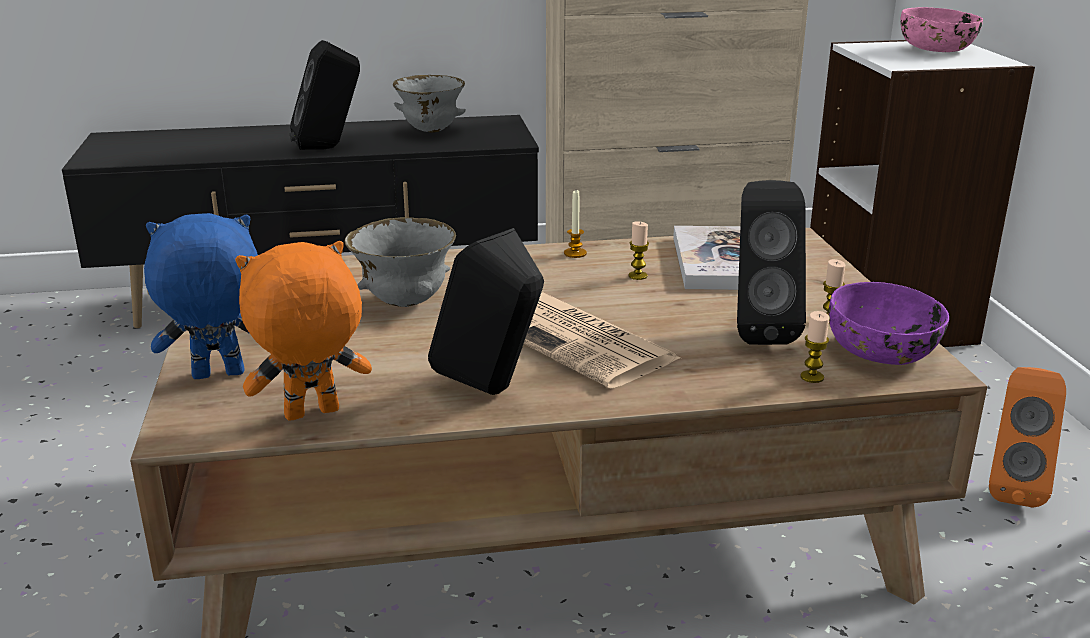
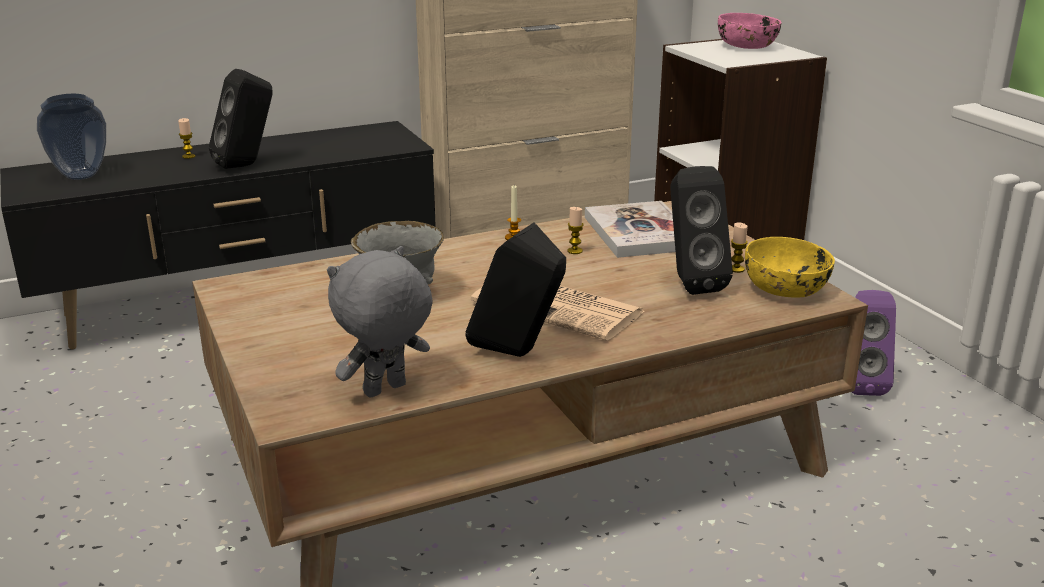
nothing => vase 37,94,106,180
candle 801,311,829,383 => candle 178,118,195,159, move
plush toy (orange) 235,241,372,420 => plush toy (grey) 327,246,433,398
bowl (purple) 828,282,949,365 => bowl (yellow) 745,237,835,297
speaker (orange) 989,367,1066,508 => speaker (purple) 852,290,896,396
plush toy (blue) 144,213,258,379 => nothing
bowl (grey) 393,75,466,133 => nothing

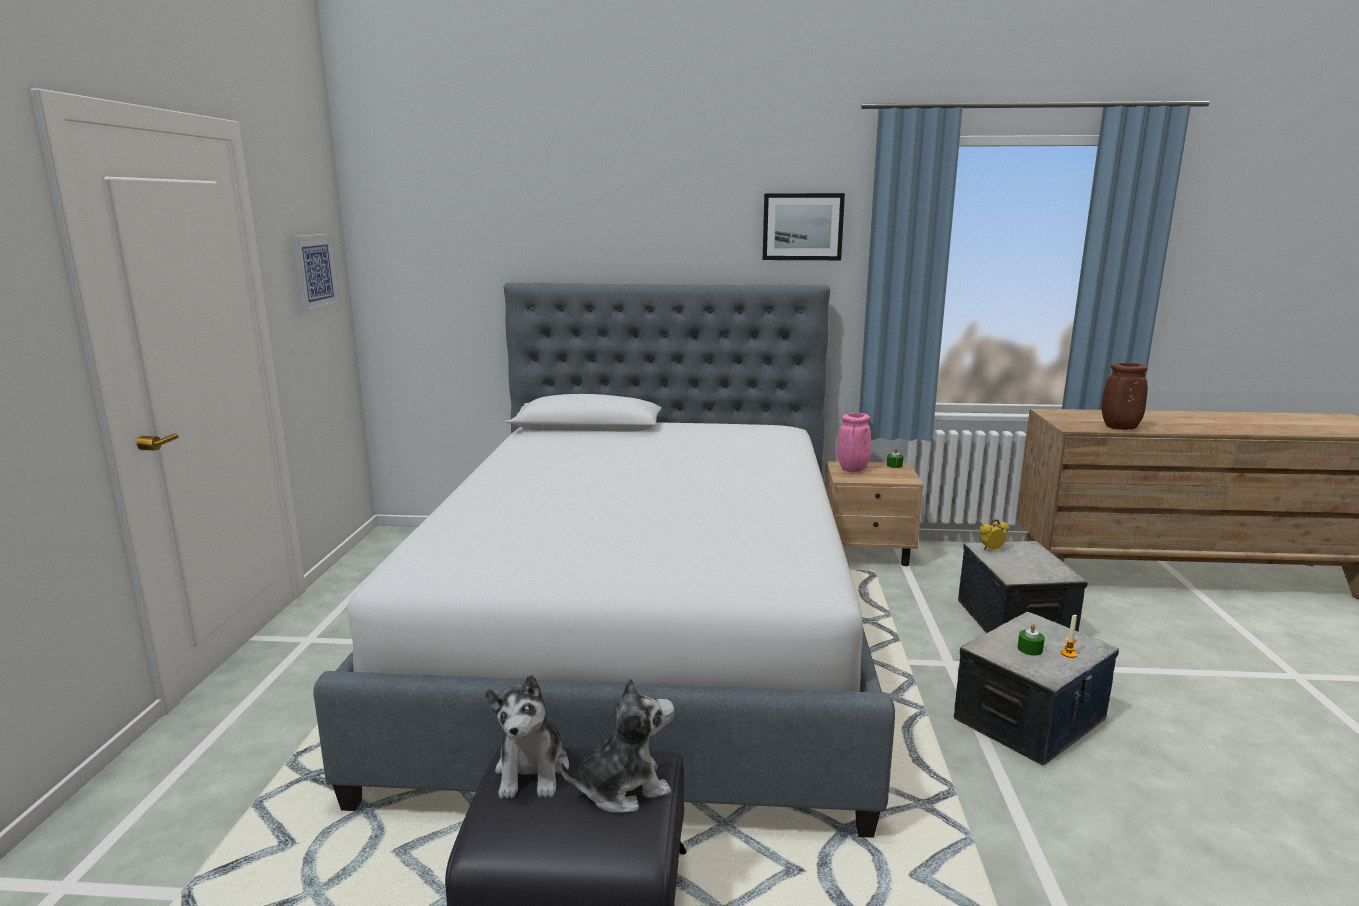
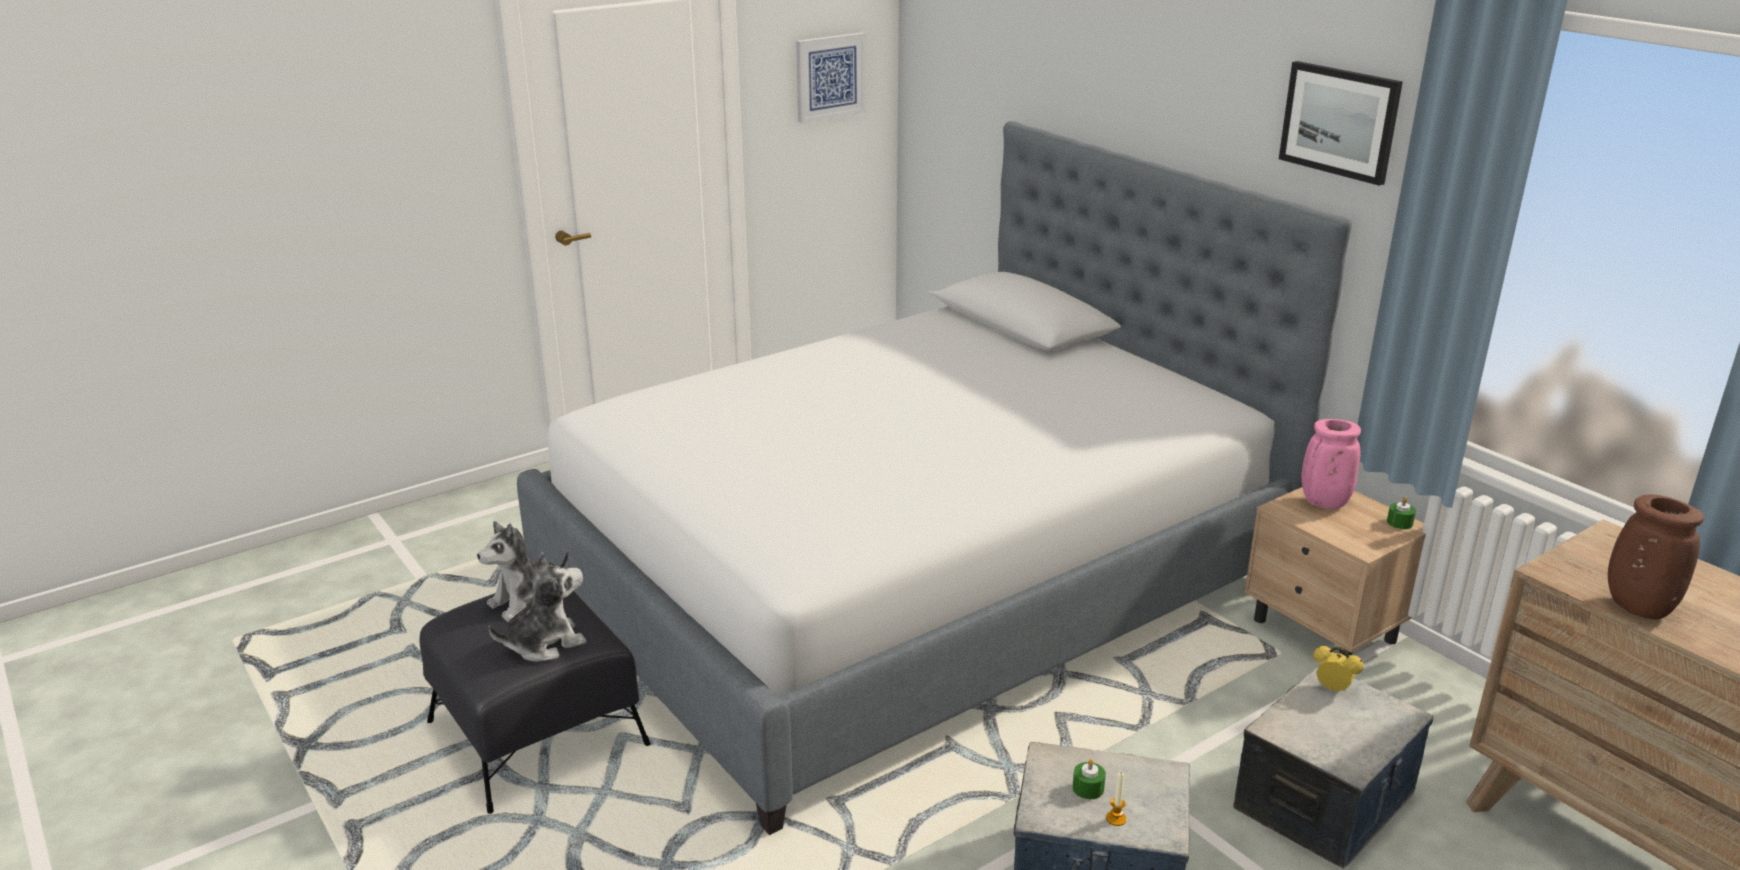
plush toy 560,677,674,813 => plush toy 488,552,587,662, 60 degrees counterclockwise

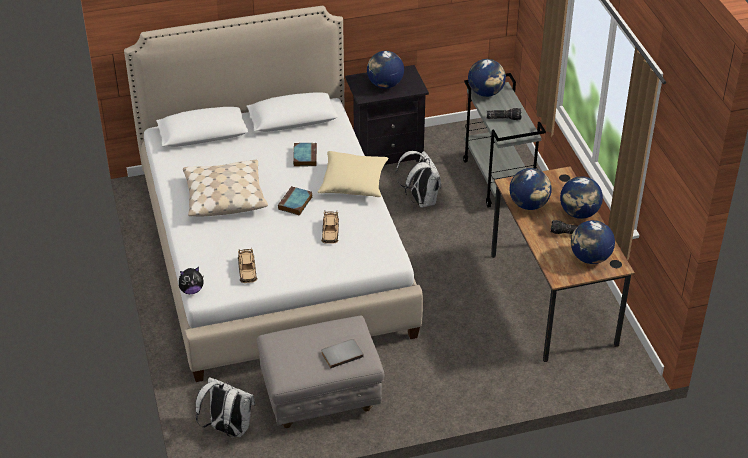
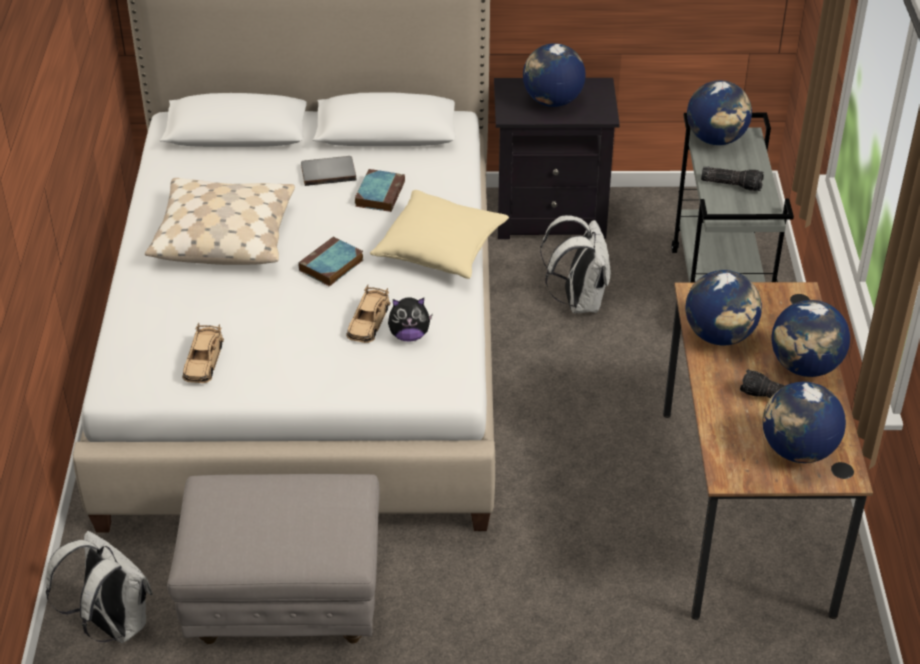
book (grey) 321,339,364,368 => book (grey) 301,156,356,186, move
plush toy 179,267,204,294 => plush toy 388,297,433,342, move

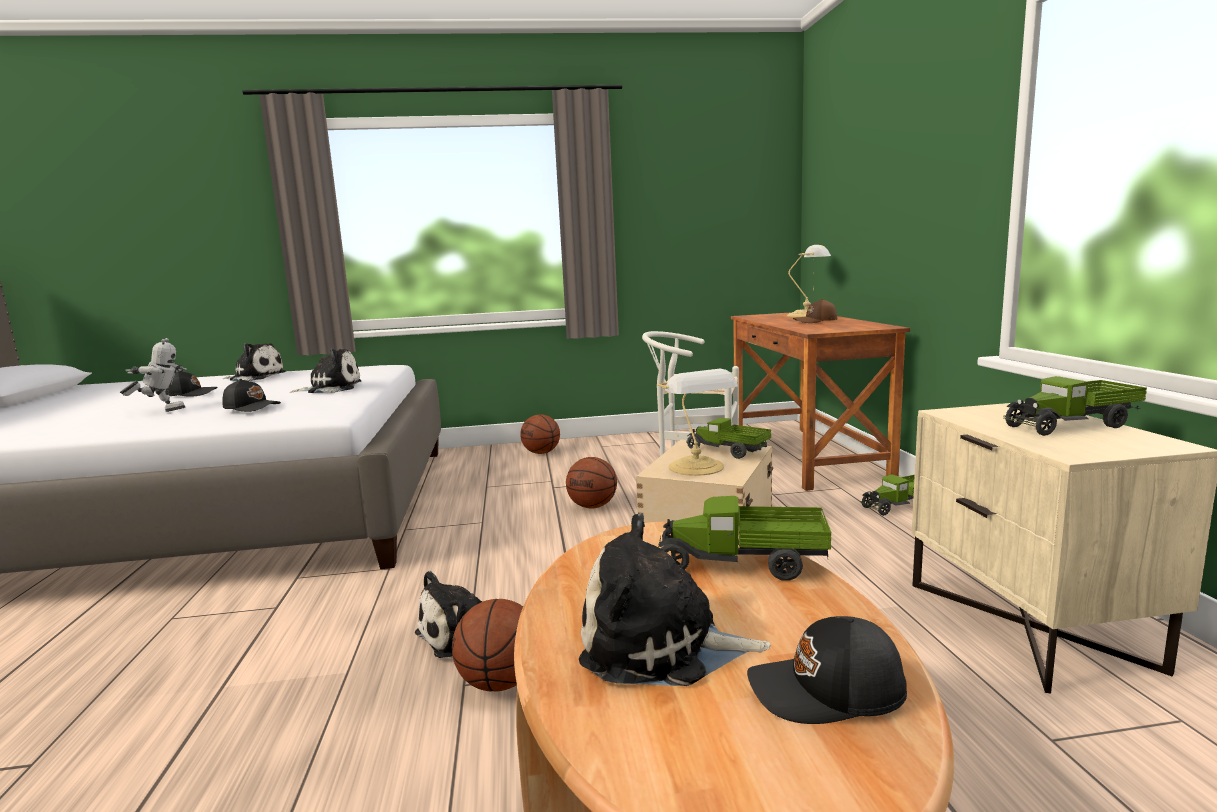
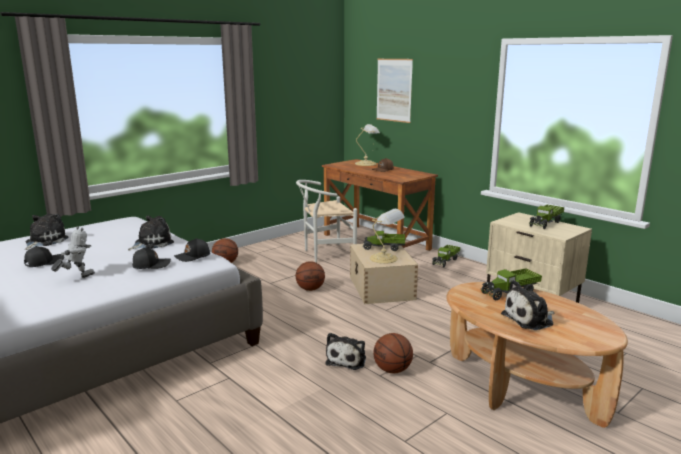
plush toy 223,343,286,381 => plush toy 25,214,69,250, 45 degrees counterclockwise
cap (black) 747,616,907,724 => cap (black) 174,238,210,262, move
nothing => picture 376,59,413,123

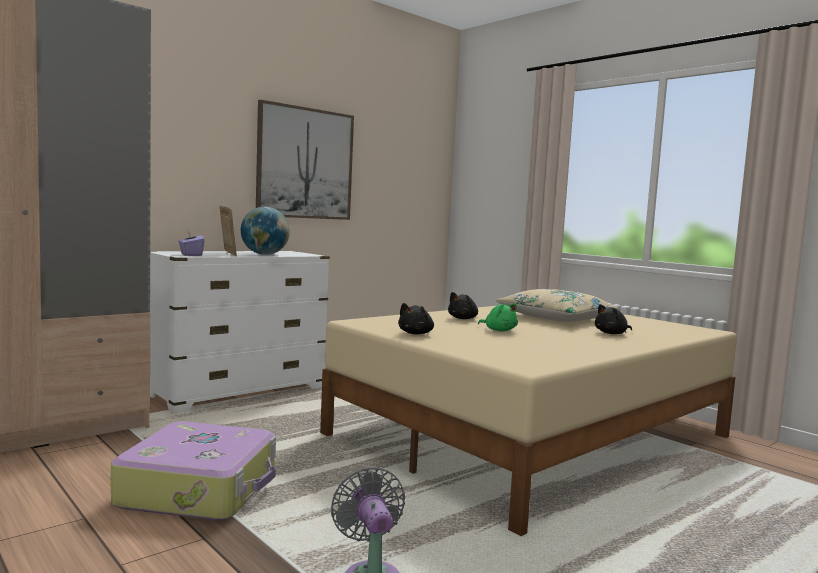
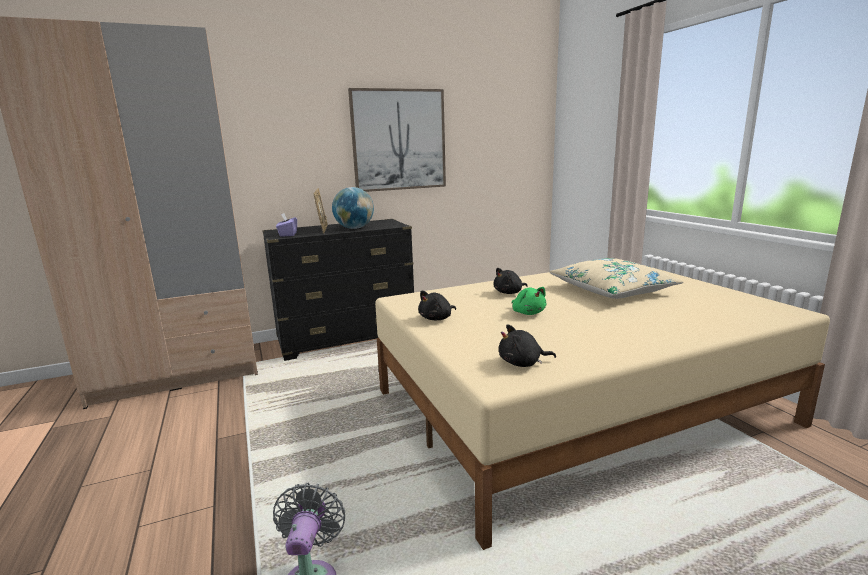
dresser (white) 150,251,330,413 => dresser (black) 262,219,414,361
plush toy (black) 595,304,632,334 => plush toy (black) 499,324,556,367, move
suitcase 111,421,276,521 => nothing

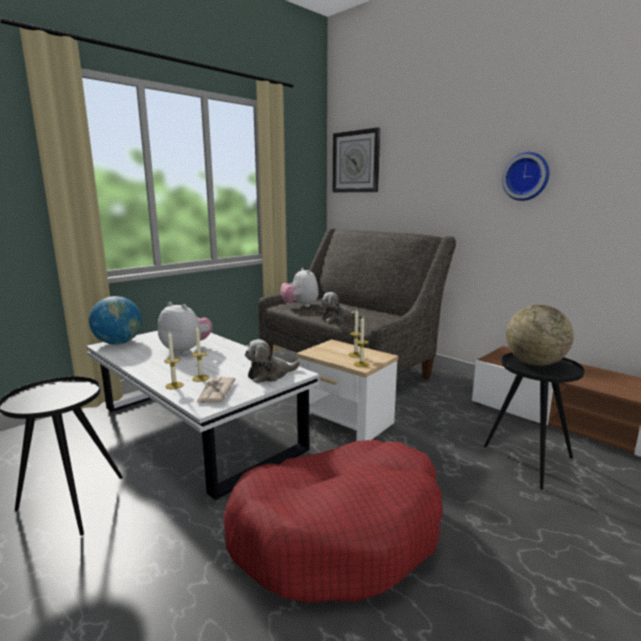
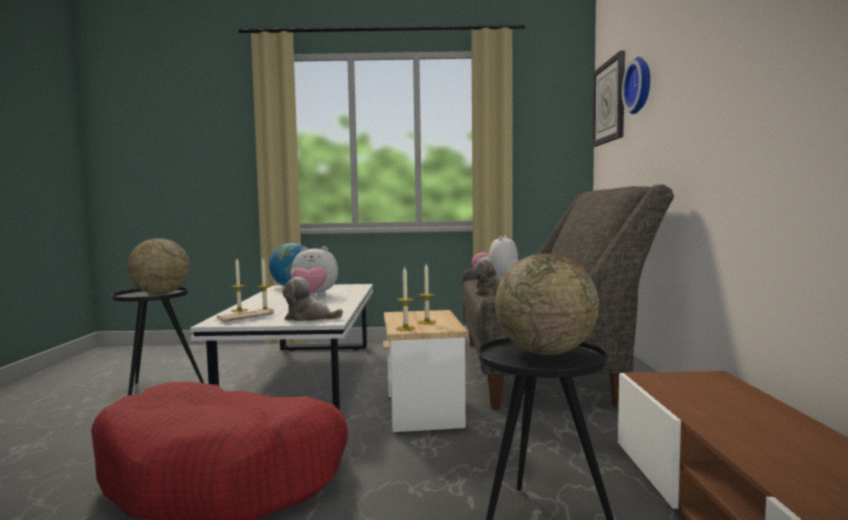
nothing => globe 127,238,190,295
plush toy 158,302,212,355 => plush toy 291,246,338,296, 105 degrees clockwise
wall clock 502,152,549,201 => wall clock 622,57,650,114, move

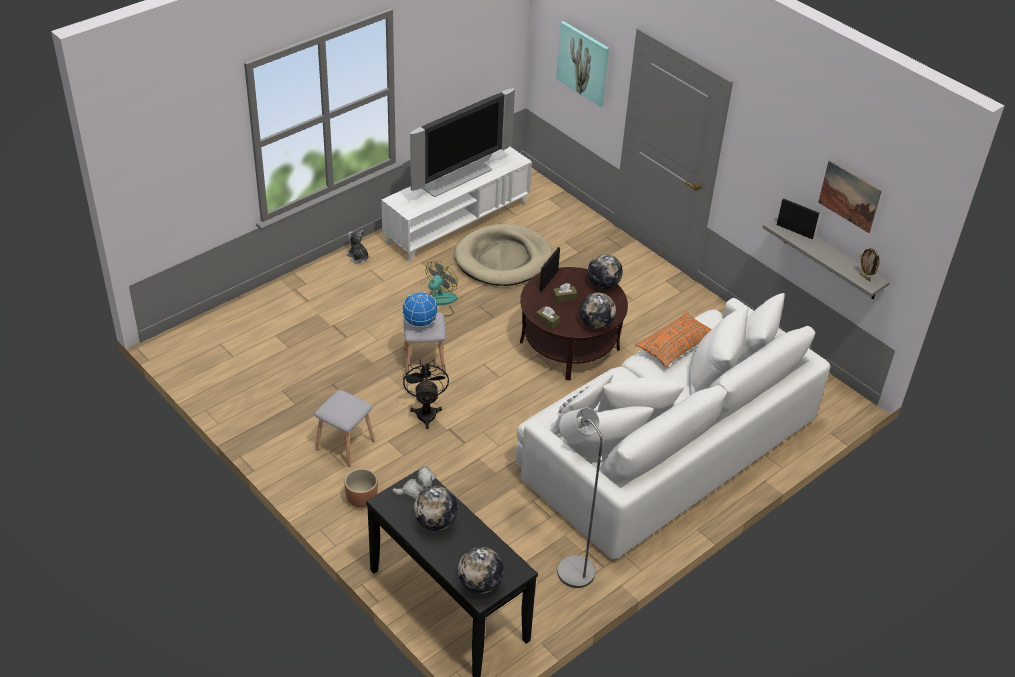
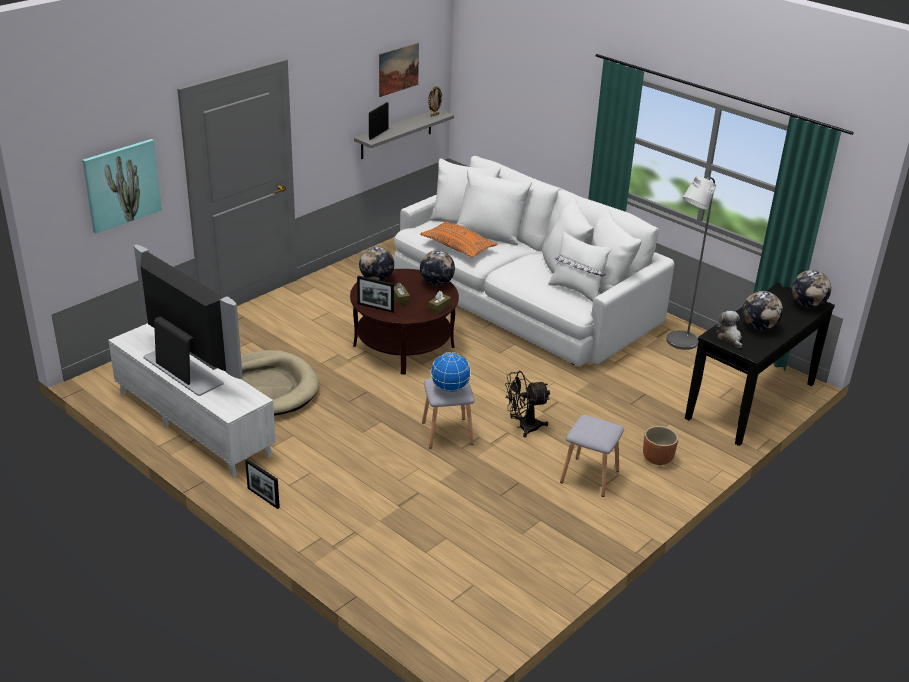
plush toy 346,230,369,263 => picture frame 245,459,280,509
fan 426,261,458,316 => nothing

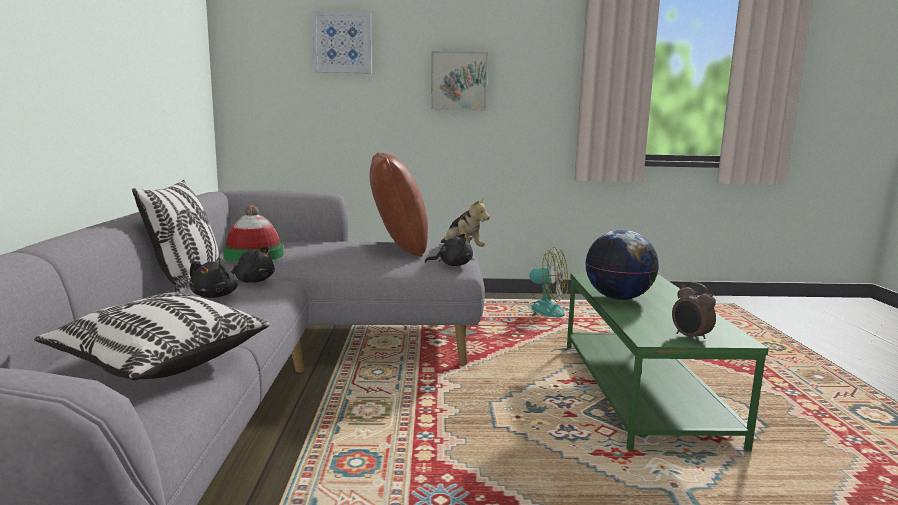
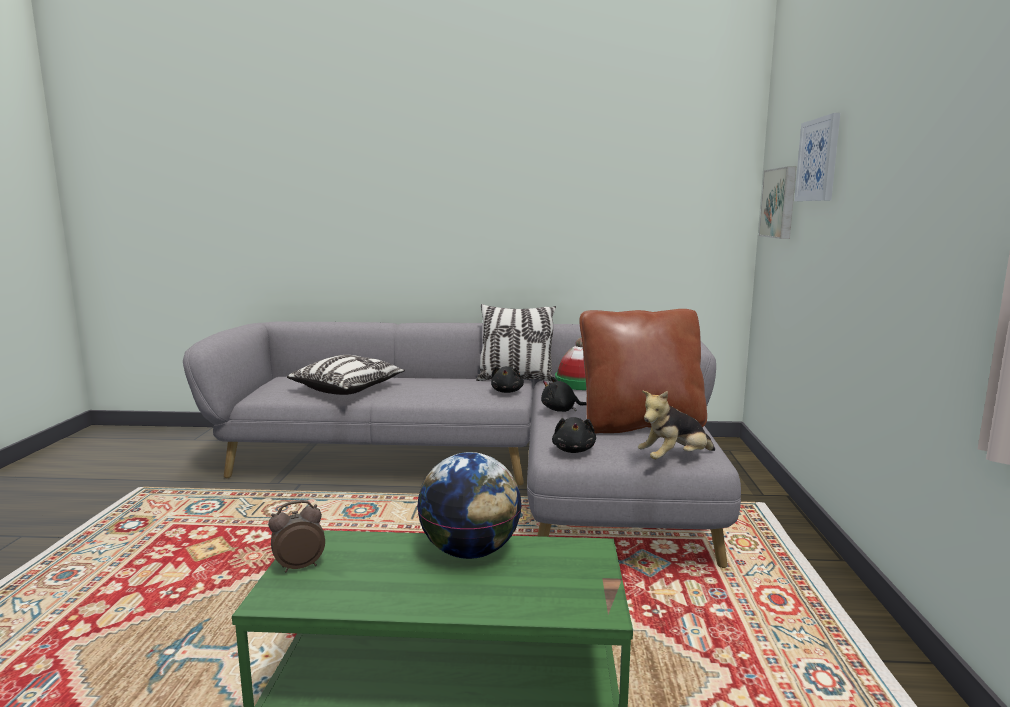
plush toy (black) 189,261,238,298 => plush toy (black) 541,376,587,412, move
picture 431,51,488,110 => picture 759,166,796,239, move
fan 511,247,568,317 => nothing

